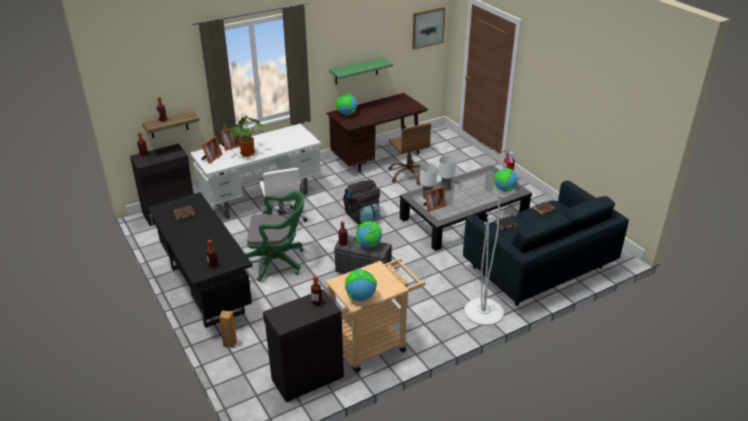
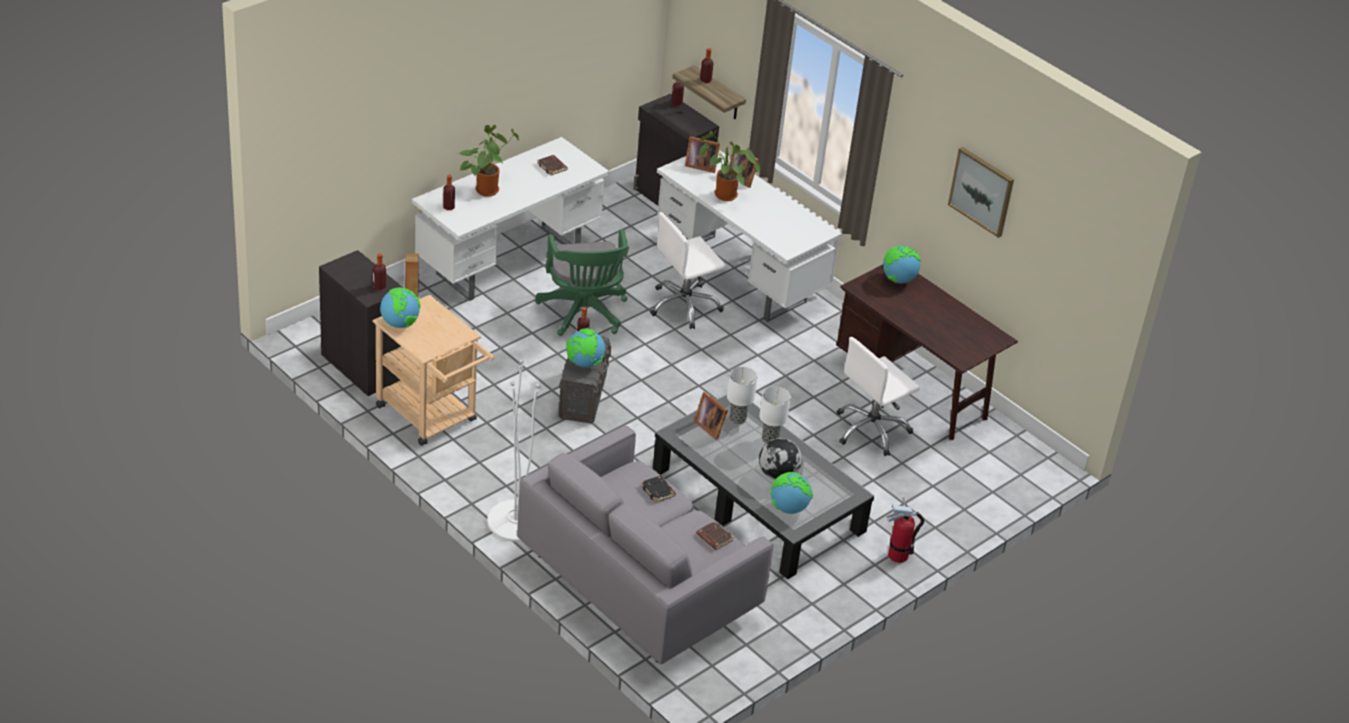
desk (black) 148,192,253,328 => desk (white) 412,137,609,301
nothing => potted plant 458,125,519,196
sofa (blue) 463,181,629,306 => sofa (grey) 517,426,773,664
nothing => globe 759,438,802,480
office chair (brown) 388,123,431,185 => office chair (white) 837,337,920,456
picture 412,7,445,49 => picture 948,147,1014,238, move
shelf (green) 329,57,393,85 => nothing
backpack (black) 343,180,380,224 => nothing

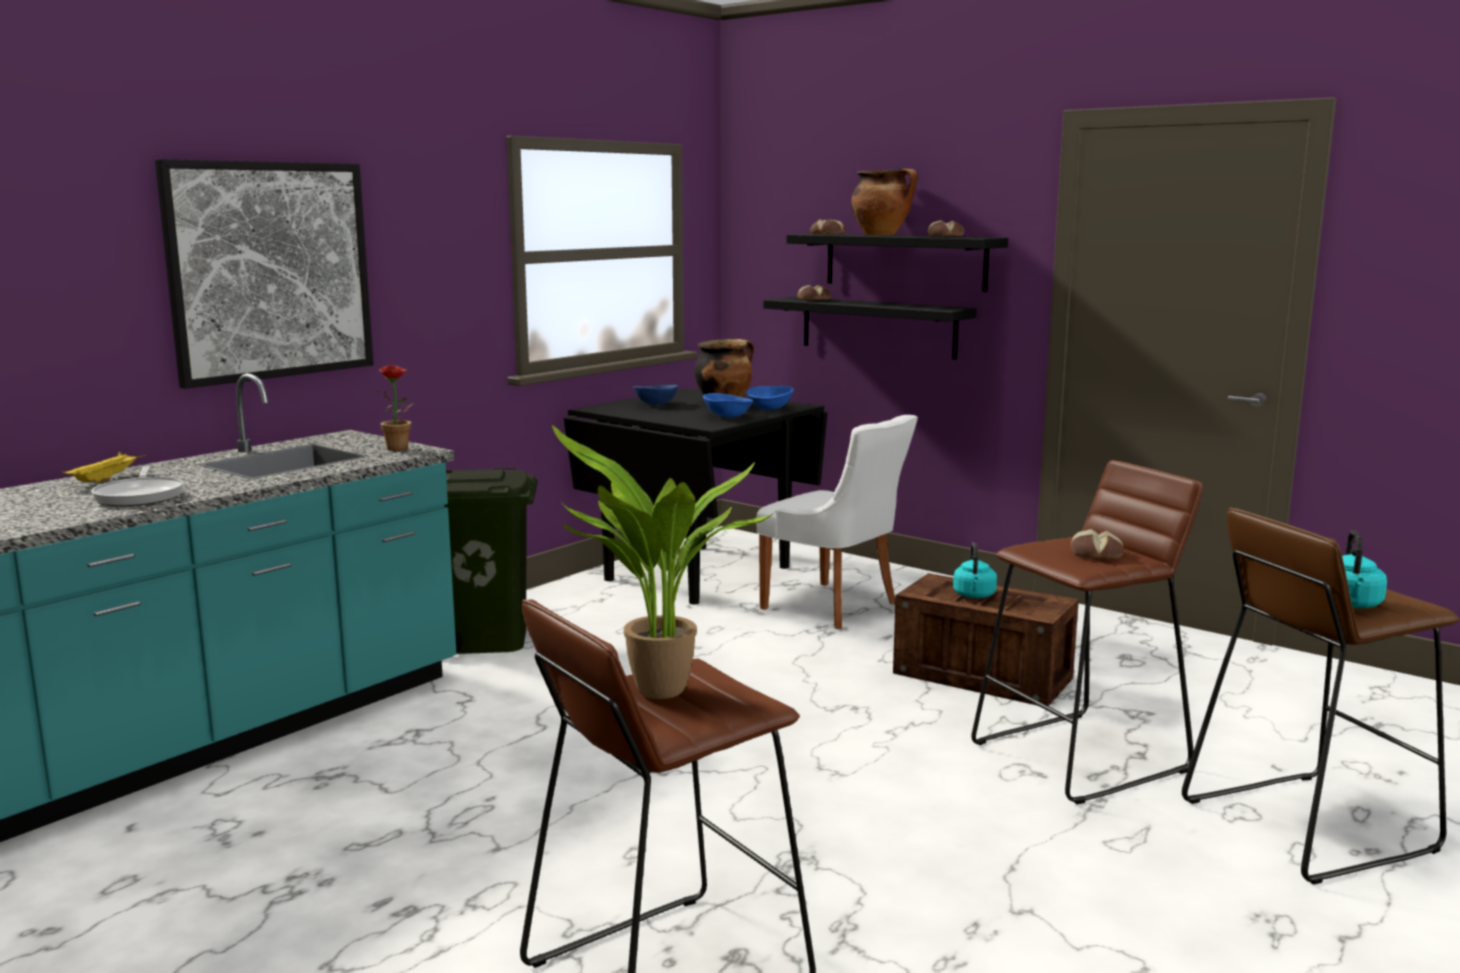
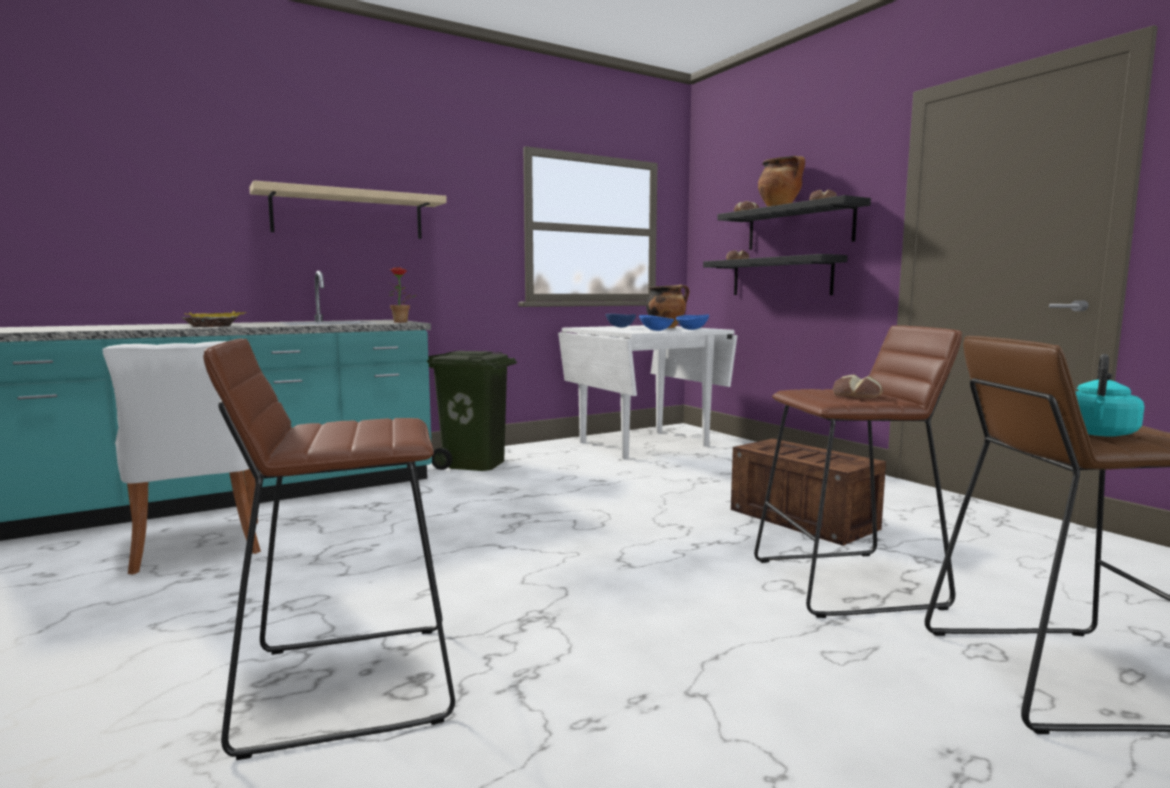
chair (white) 756,415,918,629 => chair (white) 102,341,261,574, move
frying pan 91,466,184,507 => bowl 181,316,238,327
picture 155,159,374,389 => shelf (beige) 249,180,447,239
dining table (black) 564,388,828,605 => dining table (white) 558,325,738,459
potted plant 552,425,775,699 => nothing
kettle (turquoise) 953,543,997,598 => nothing

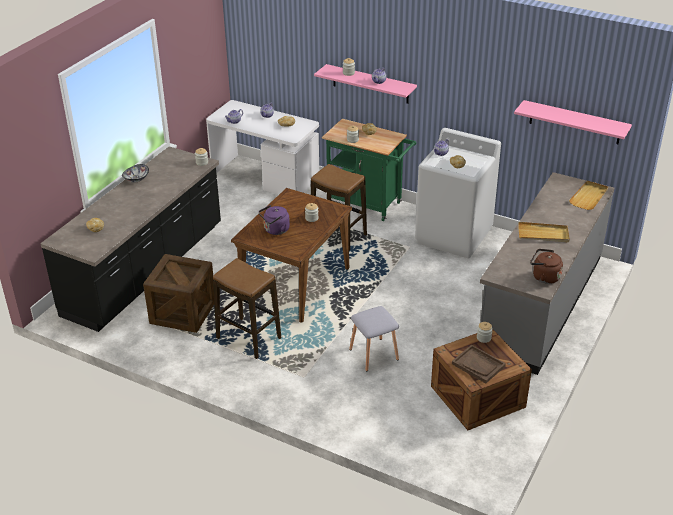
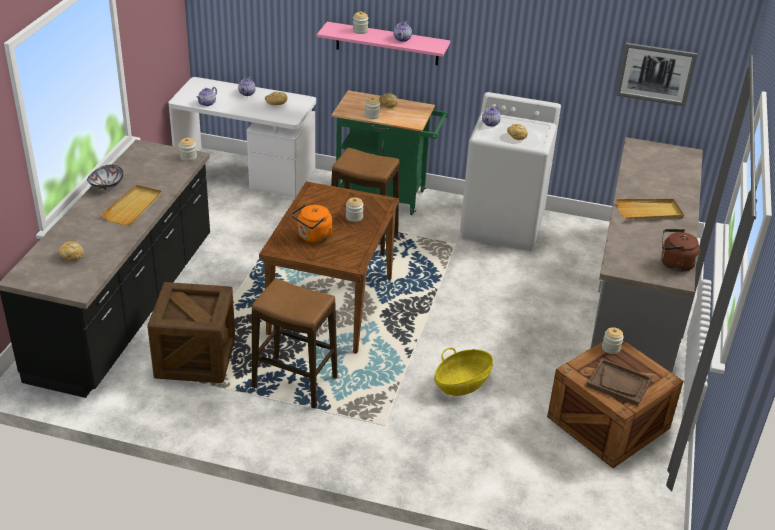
tray (beige) 569,180,608,210 => tray (beige) 101,185,162,225, move
kettle (purple) 258,205,290,235 => kettle (orange) 291,204,333,243
stool (grey) 349,306,399,371 => basket 434,347,493,396
shelf (pink) 514,100,632,144 => picture 616,43,697,106

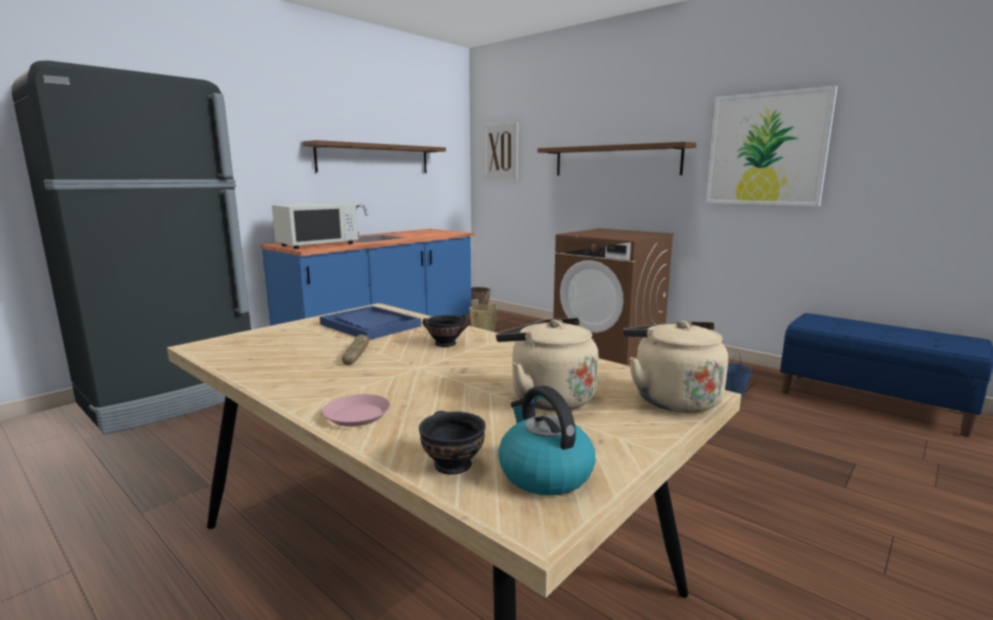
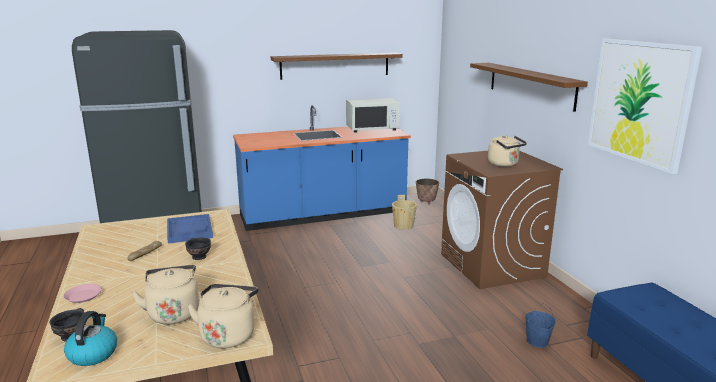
microwave (white) 272,203,358,249 => microwave (white) 346,98,400,133, move
nothing => kettle (beige) 488,135,527,167
picture 483,122,518,179 => nothing

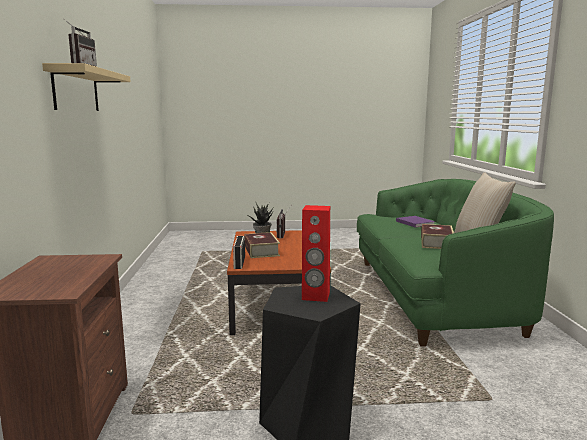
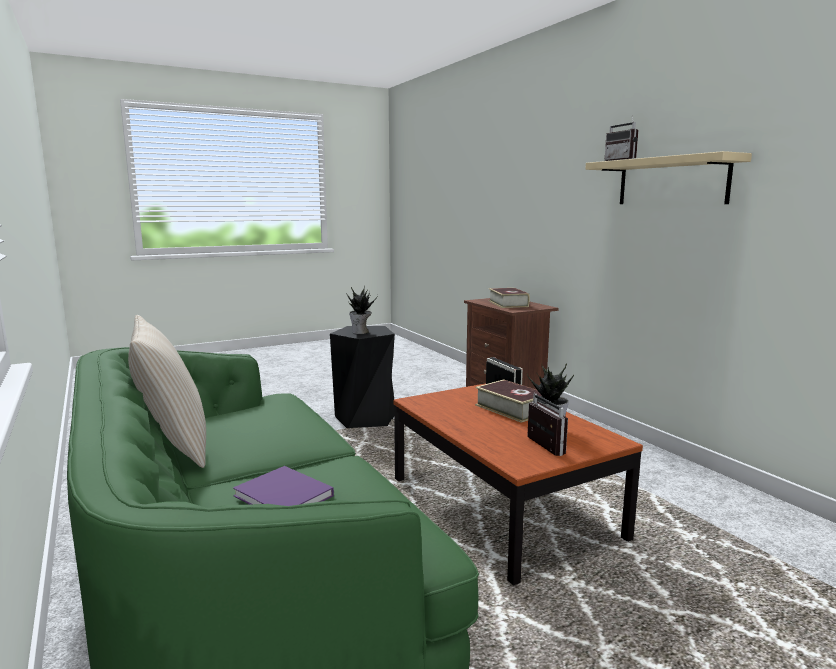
speaker (red) 302,205,330,302 => potted plant 347,285,378,334
book 421,224,454,249 => book 488,288,530,308, move

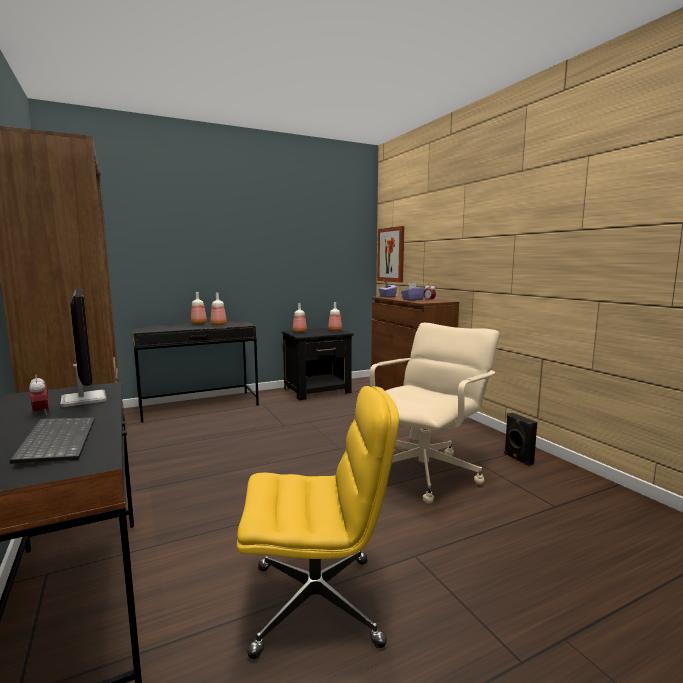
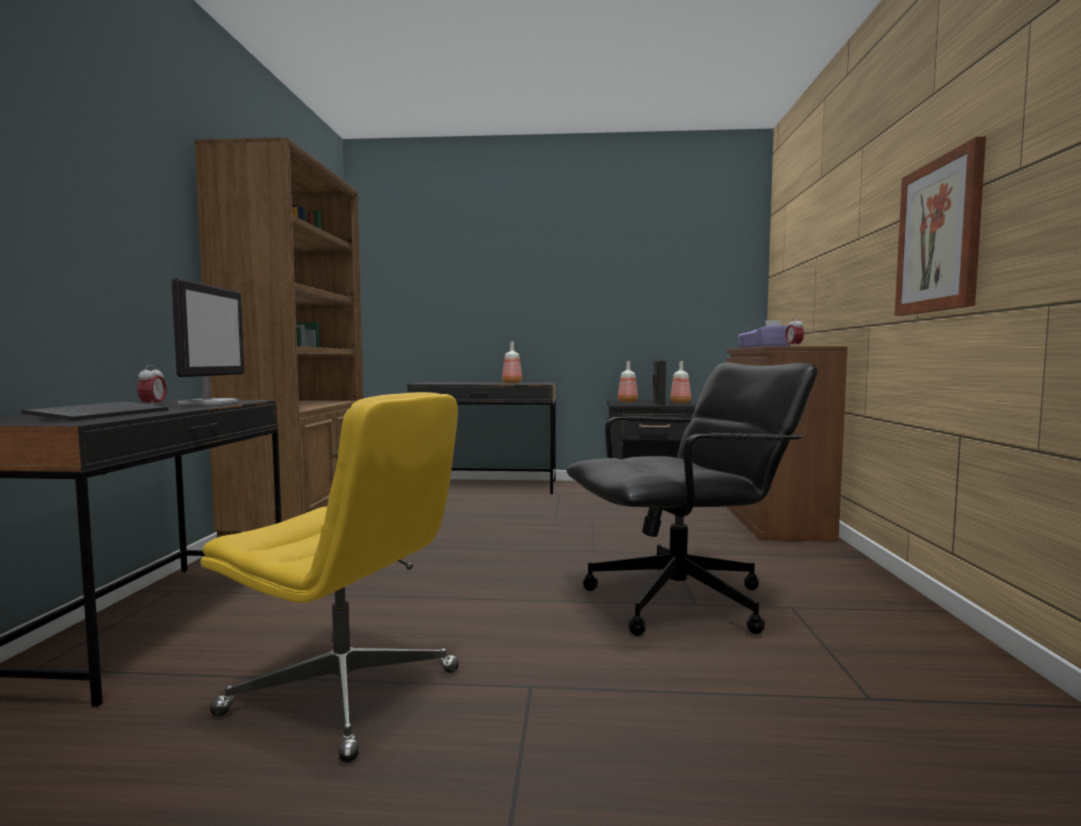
office chair (beige) 370,323,499,504 => office chair (black) 566,362,818,636
speaker (black) 504,413,537,466 => speaker (black) 653,360,666,405, move
picture 377,226,404,283 => picture 895,137,986,316, move
bottle 191,292,207,324 => nothing

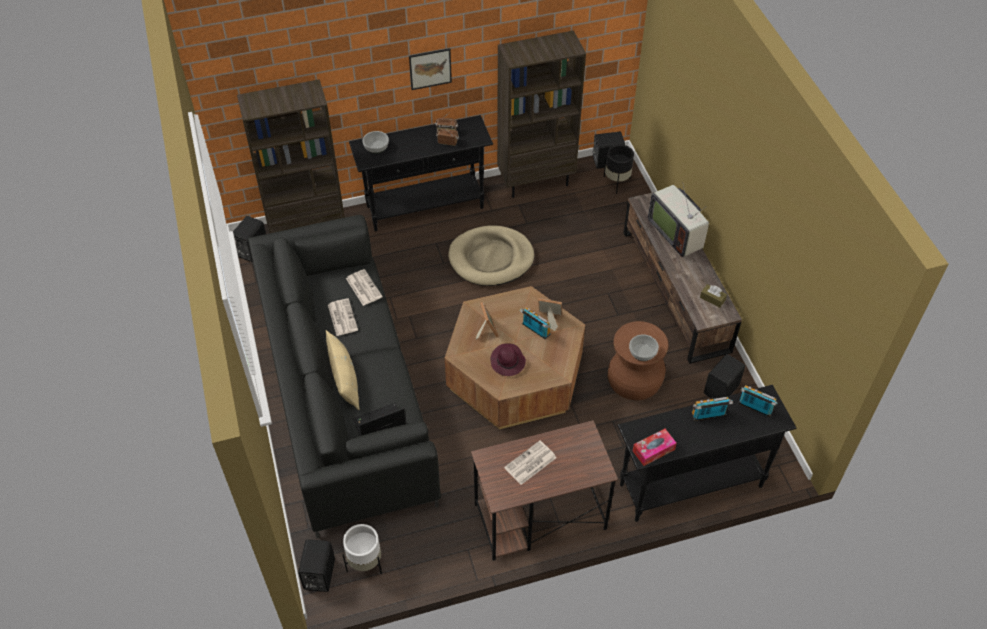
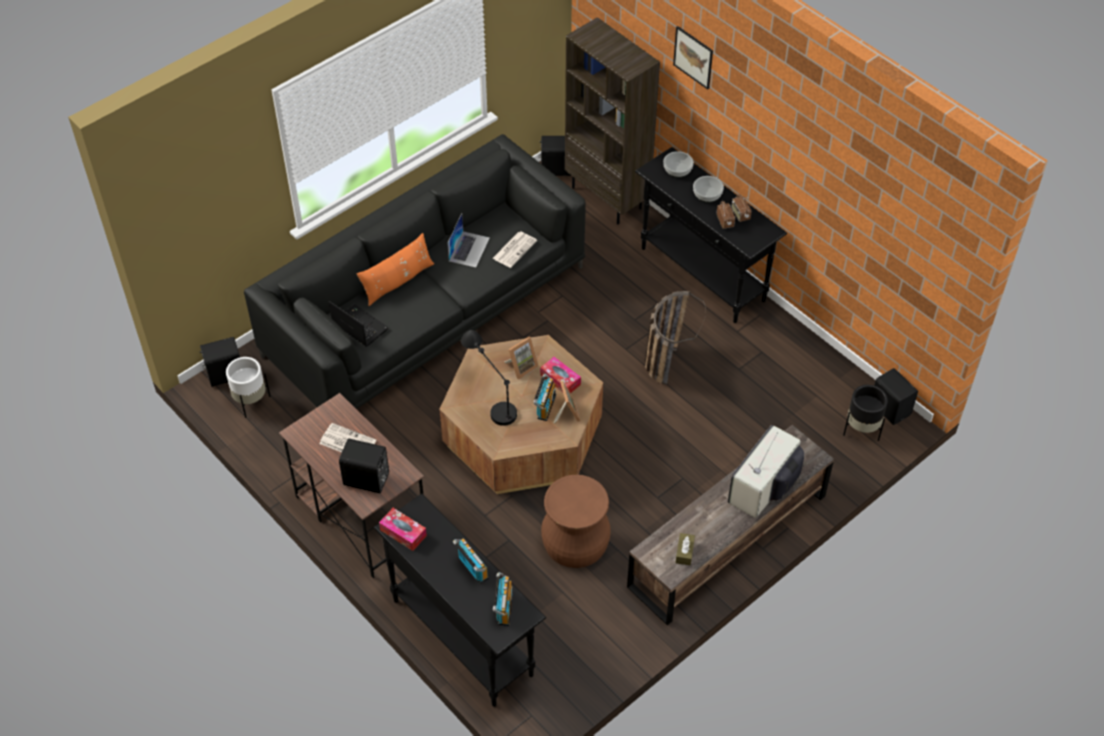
speaker (black) 704,354,745,399 => speaker (black) 339,439,389,493, move
pillow (beige) 326,330,360,410 => pillow (orange) 356,233,434,306
newspaper 328,298,358,336 => laptop 447,214,490,268
hat (purple) 491,343,526,376 => table lamp (black) 461,330,517,426
nothing => tissue box 540,357,581,393
dog bed (beige) 448,225,534,286 => basket 645,291,706,385
picture 409,48,452,90 => picture 673,26,713,90, move
bowl 629,334,659,361 => bowl 693,176,724,203, move
bookcase (brown) 497,30,586,198 => nothing

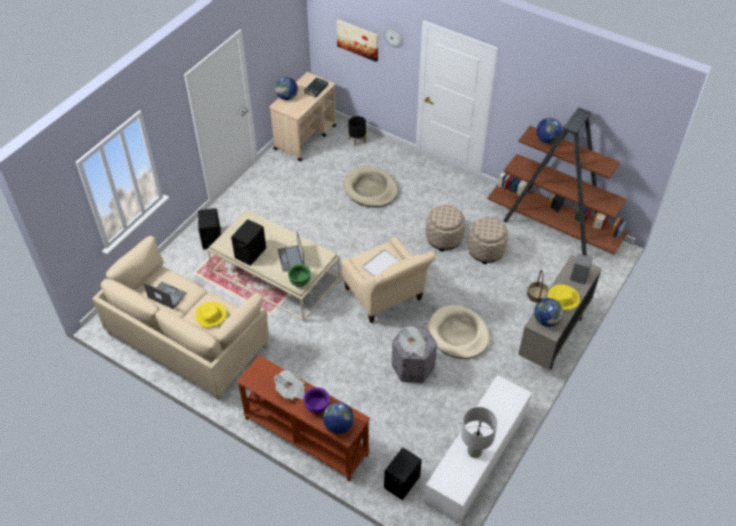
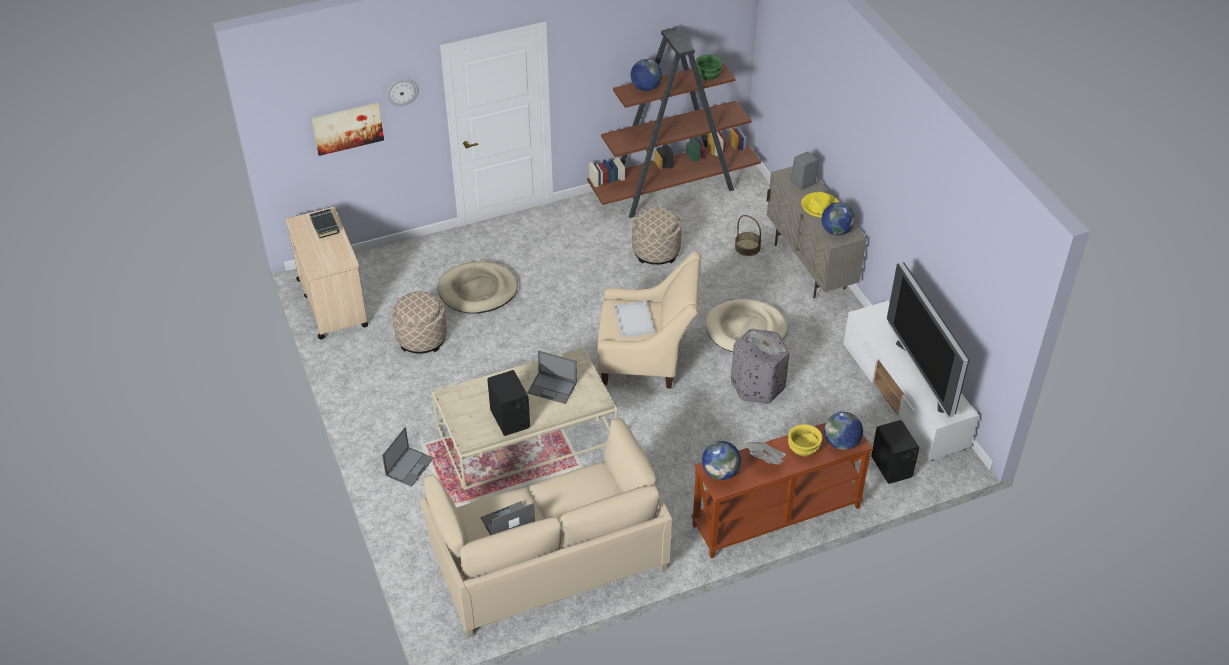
speaker (black) 198,208,221,250 => laptop 382,427,434,487
ottoman (beige) 426,205,465,252 => ottoman (beige) 392,291,447,354, move
bowl (green) 288,264,311,287 => bowl (green) 695,55,722,80, move
globe 275,77,298,100 => globe 702,441,741,480, move
bowl (purple) 303,387,330,414 => bowl (yellow) 788,424,822,457
table lamp (grey) 461,407,498,458 => television 887,262,970,418
hat (yellow) 195,302,227,328 => nothing
planter (black) 348,116,366,146 => nothing

